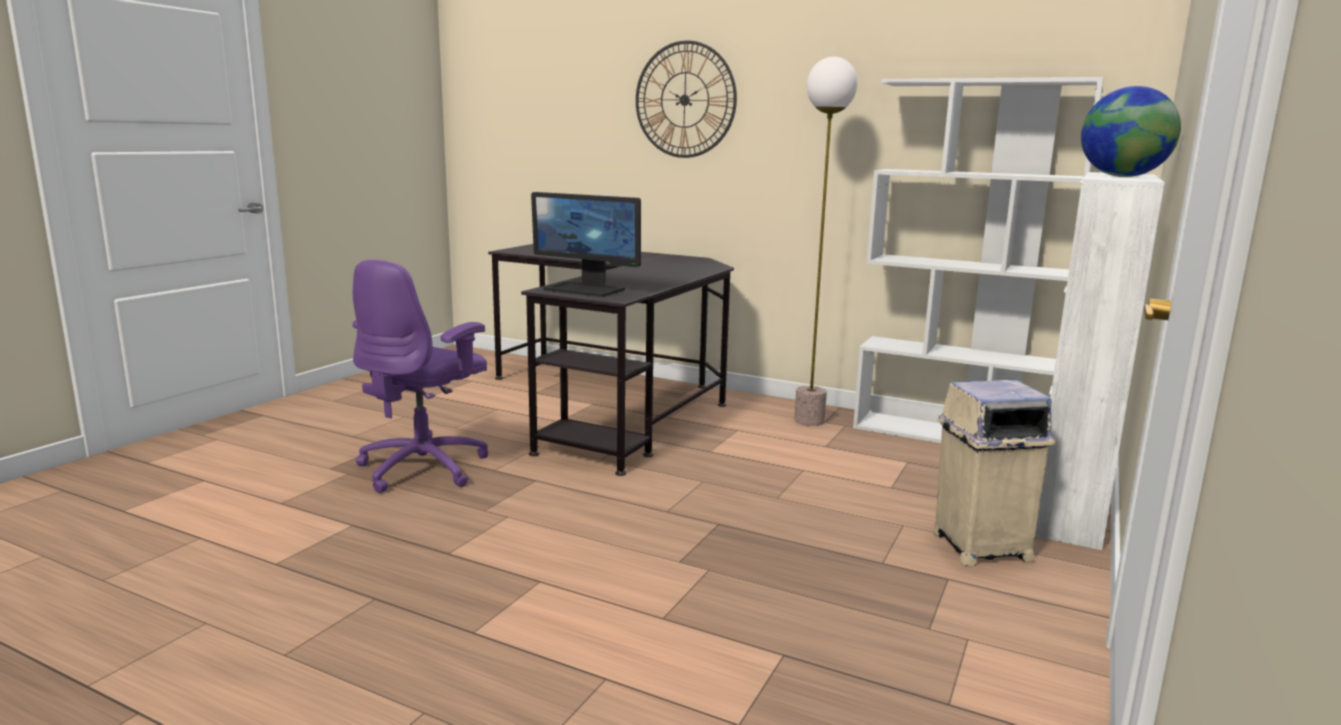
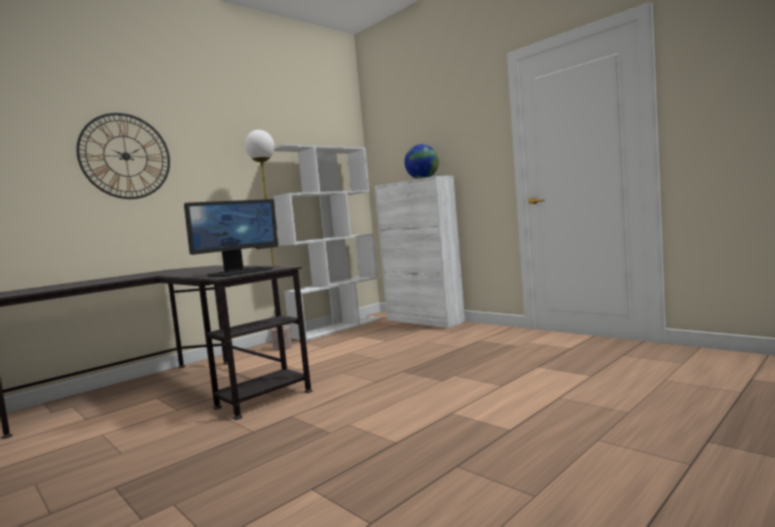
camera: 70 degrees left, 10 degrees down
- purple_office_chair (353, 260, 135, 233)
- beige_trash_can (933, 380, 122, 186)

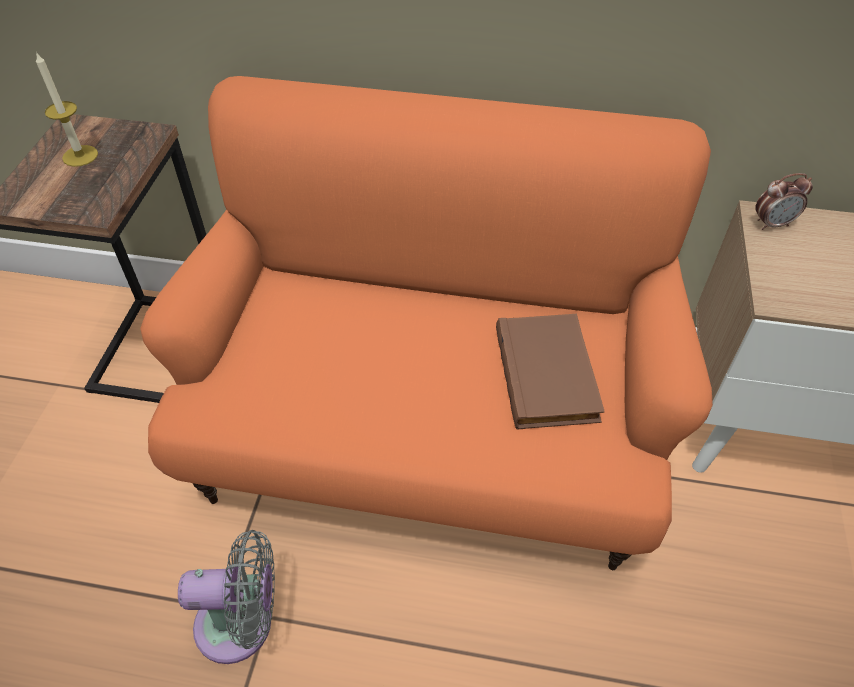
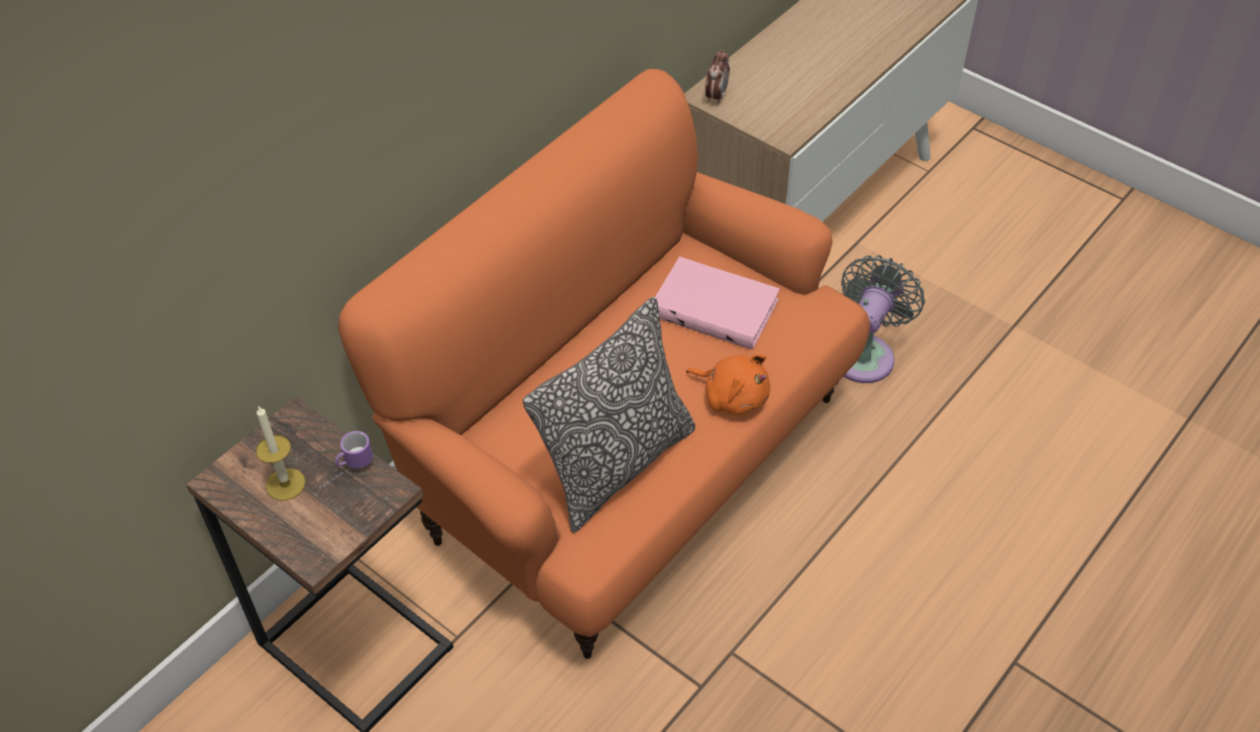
camera: 60 degrees left, 0 degrees up
~ grey_fan (178, 530, 97, 134) to (841, 255, 84, 128)
~ brown_book (496, 314, 109, 116) to pink_book (655, 256, 125, 94)
+ mug (319, 431, 54, 59)
+ pillow (523, 297, 172, 236)
+ orange_plush_toy (686, 354, 84, 60)

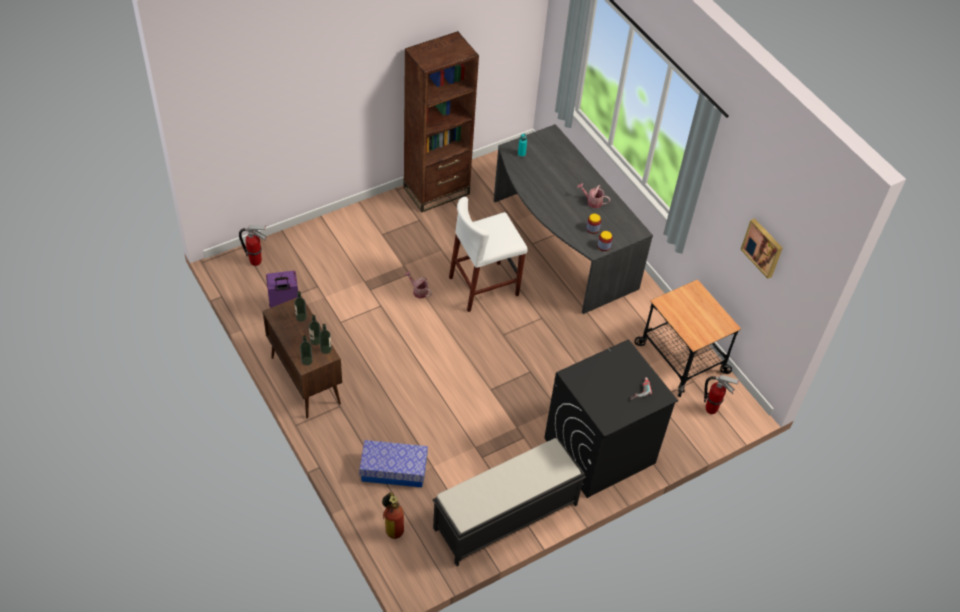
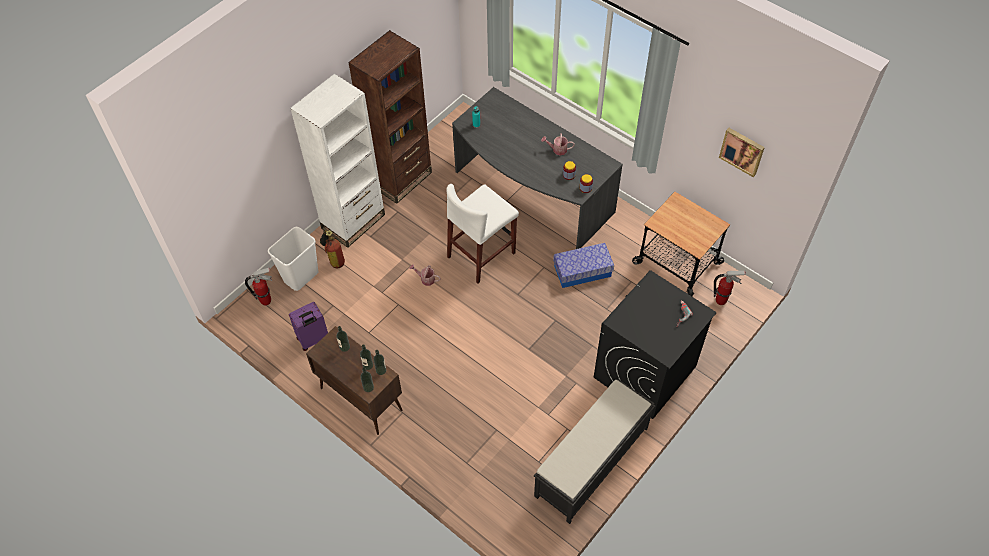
camera: 15 degrees left, 5 degrees up
~ storage_box (359, 440, 69, 47) to (553, 243, 61, 45)
~ fire_extinguisher (382, 492, 22, 47) to (320, 230, 25, 38)
+ white_trash_can (268, 227, 50, 64)
+ white_bookcase (290, 74, 95, 174)

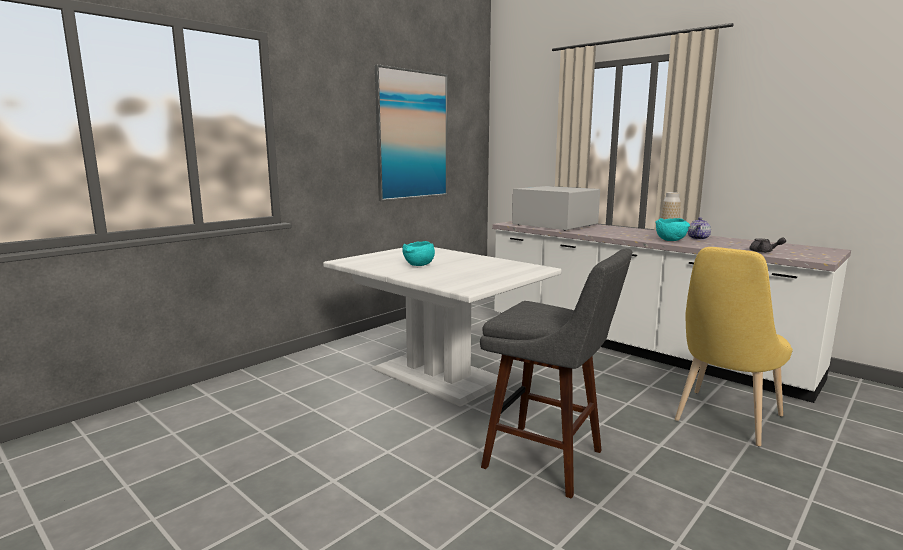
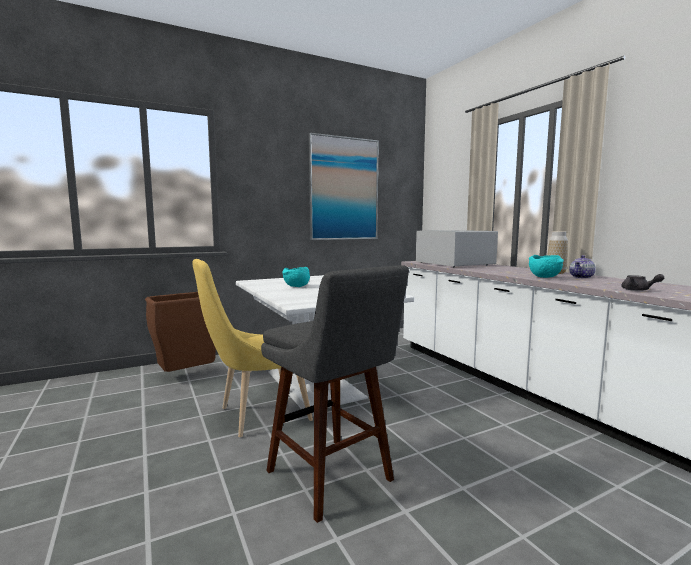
camera: 20 degrees right, 5 degrees down
~ yellow_chair (675, 247, 118, 199) to (192, 259, 121, 178)
+ brown_trash_can (145, 292, 75, 80)

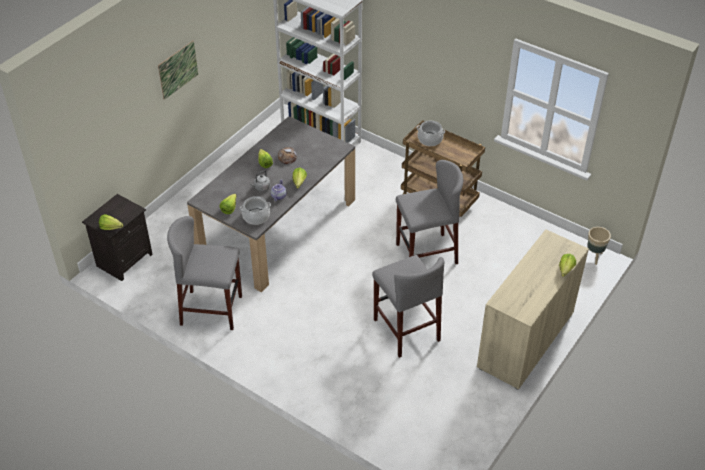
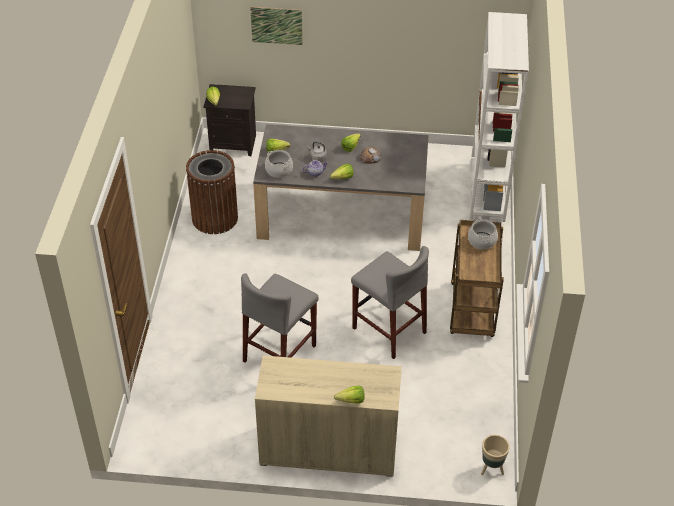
camera: 60 degrees right, 0 degrees up
~ picture (158, 41, 40, 59) to (250, 7, 52, 38)
~ grey_stool (167, 216, 75, 114) to brown_trash_can (186, 150, 52, 84)

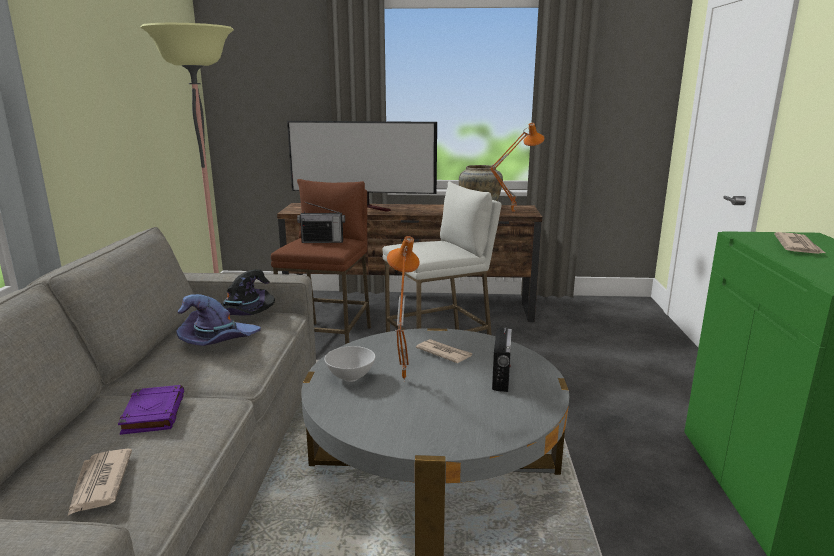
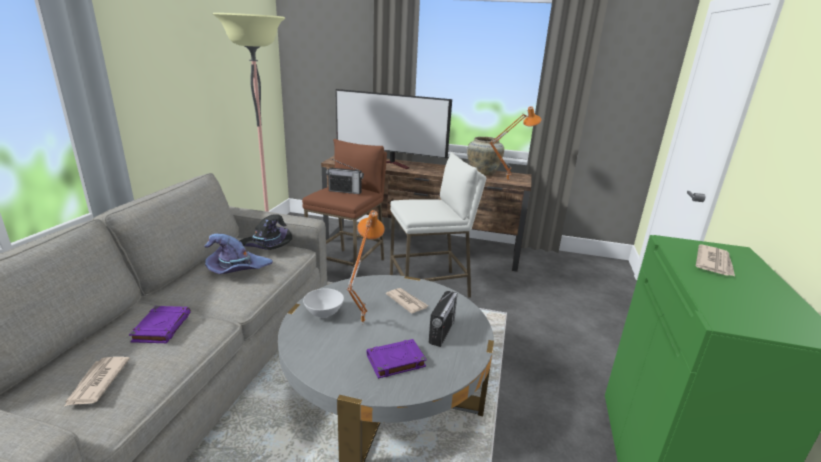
camera: 10 degrees right, 5 degrees up
+ purple_book (367, 339, 60, 40)

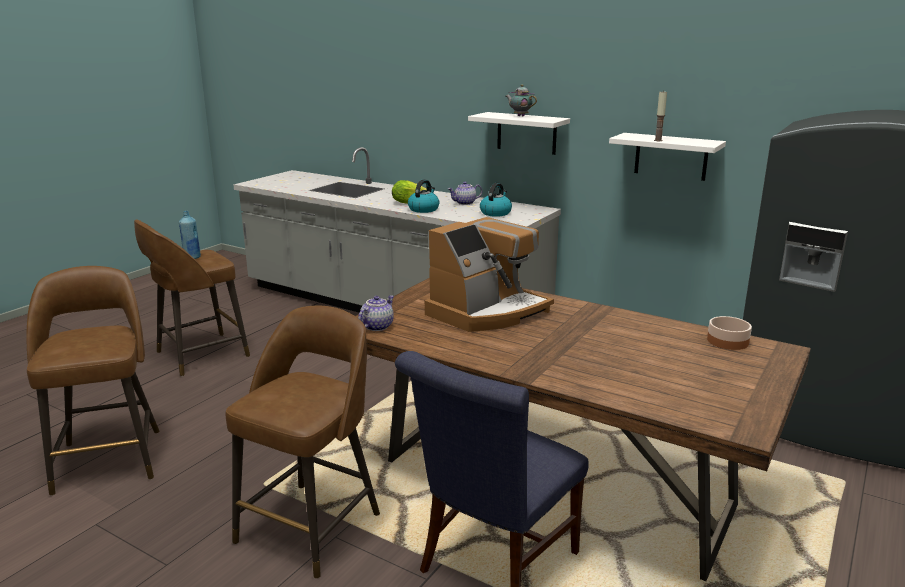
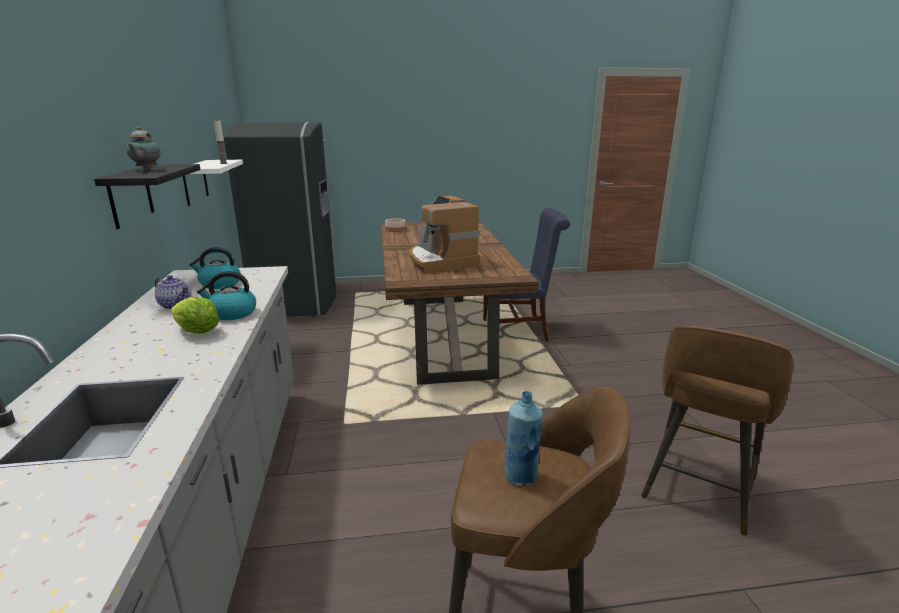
camera: 130 degrees left, 0 degrees up
- brown_stool (226, 306, 154, 272)
- teapot (358, 296, 36, 35)
~ coffee_machine (425, 217, 129, 115) = (409, 195, 71, 79) 120 degrees counterclockwise
~ white_shelf (468, 112, 102, 43) to black_shelf (94, 164, 106, 65)

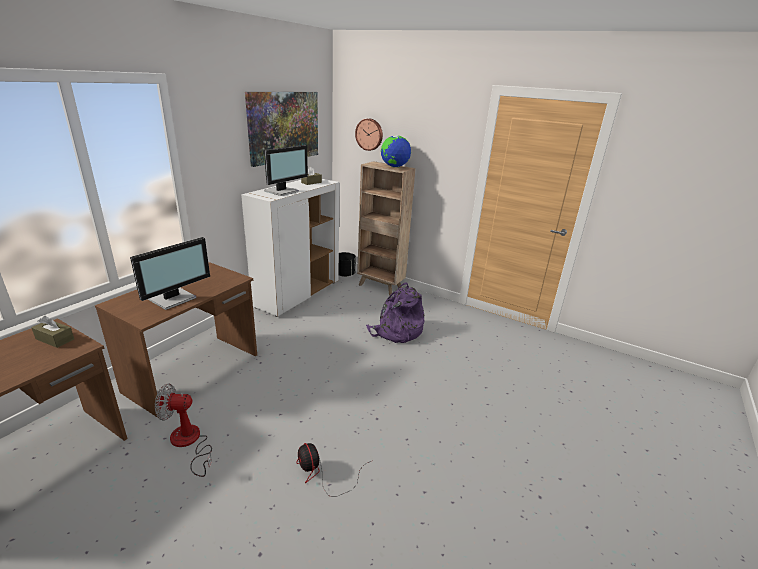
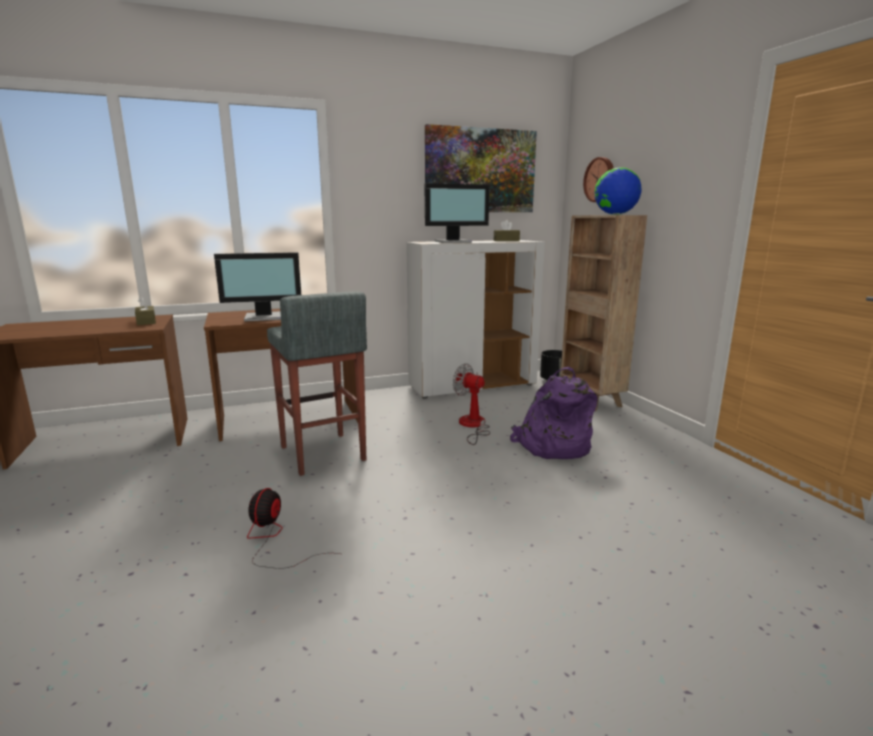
camera: 40 degrees right, 10 degrees down
~ fan (155, 383, 57, 94) to (453, 363, 37, 82)
+ grey_stool (267, 291, 100, 185)

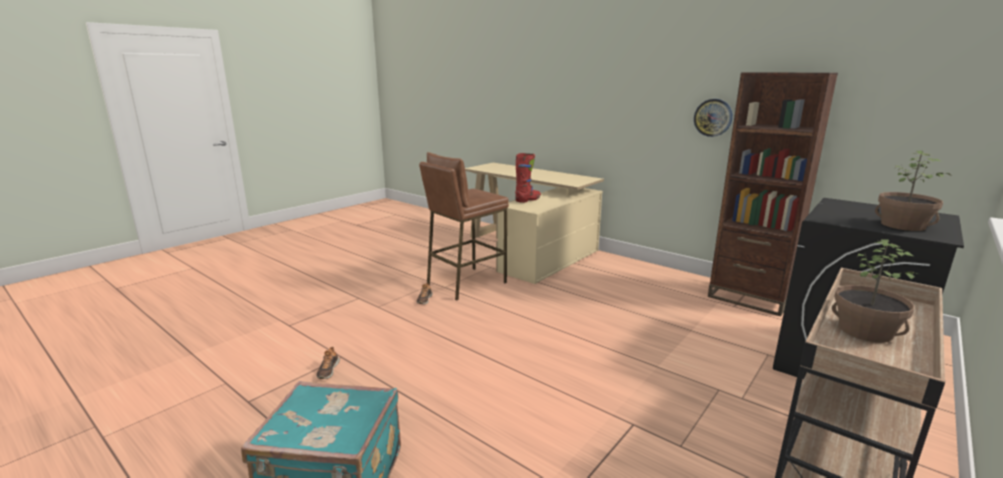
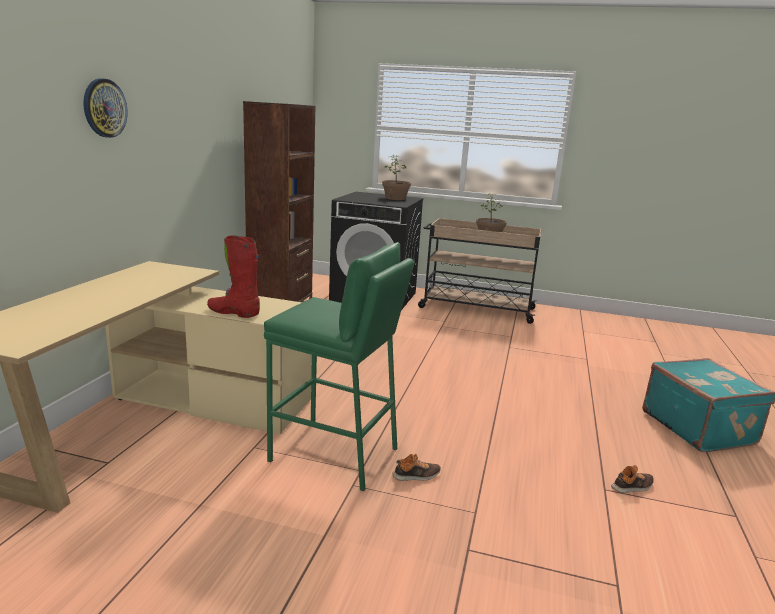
camera: 115 degrees left, 0 degrees up
~ brown_stool (419, 152, 90, 149) to green_stool (264, 242, 150, 249)
~ wall_clock (694, 99, 39, 38) to (83, 78, 45, 60)

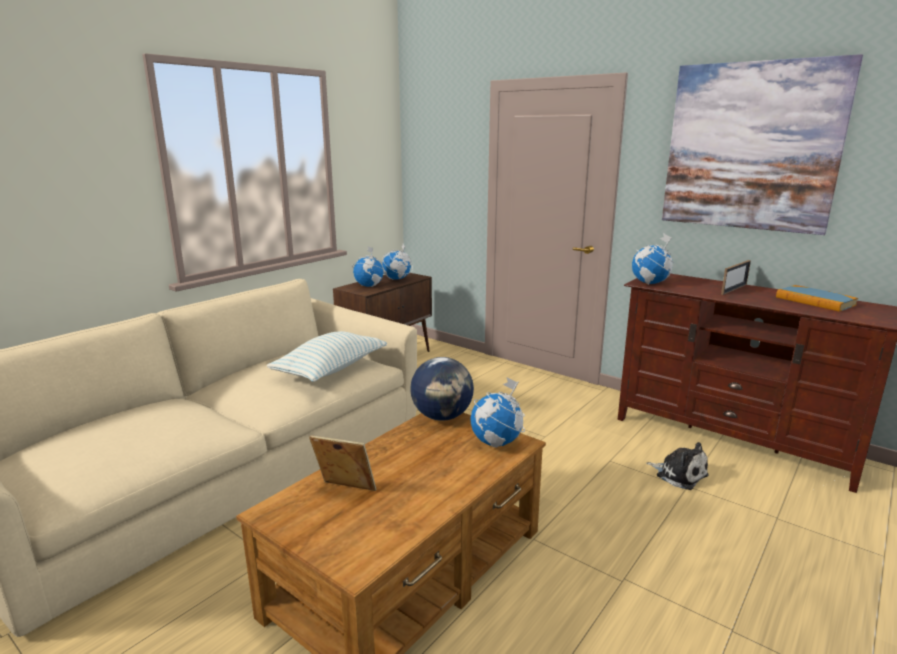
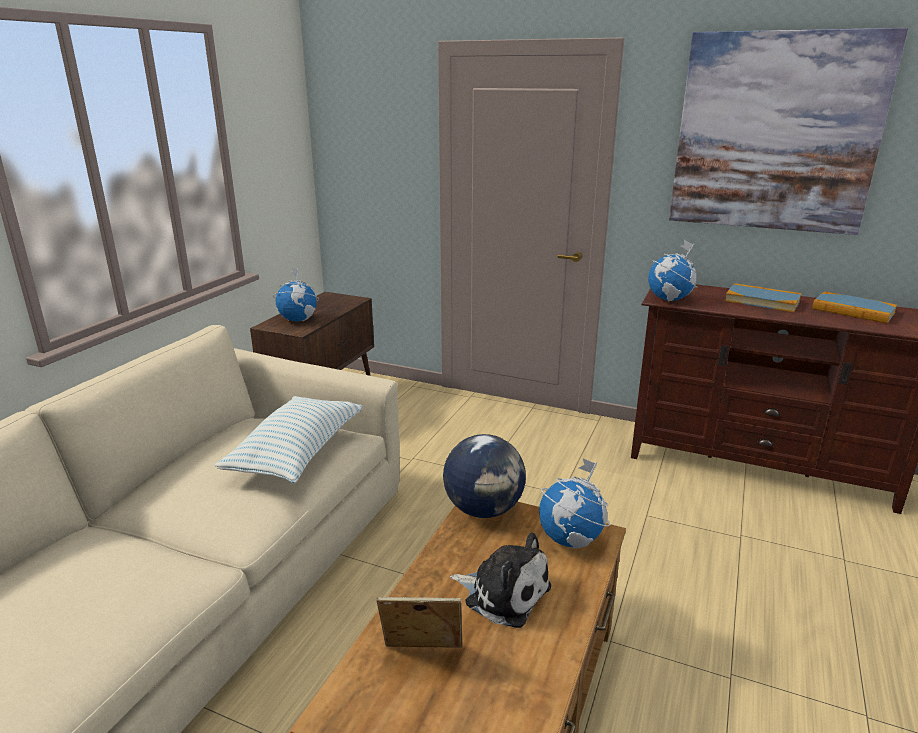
camera: 15 degrees left, 5 degrees up
- globe (382, 244, 31, 36)
~ plush_toy (646, 442, 62, 48) to (450, 532, 101, 96)
~ picture_frame (721, 260, 30, 35) to book (725, 283, 77, 29)

